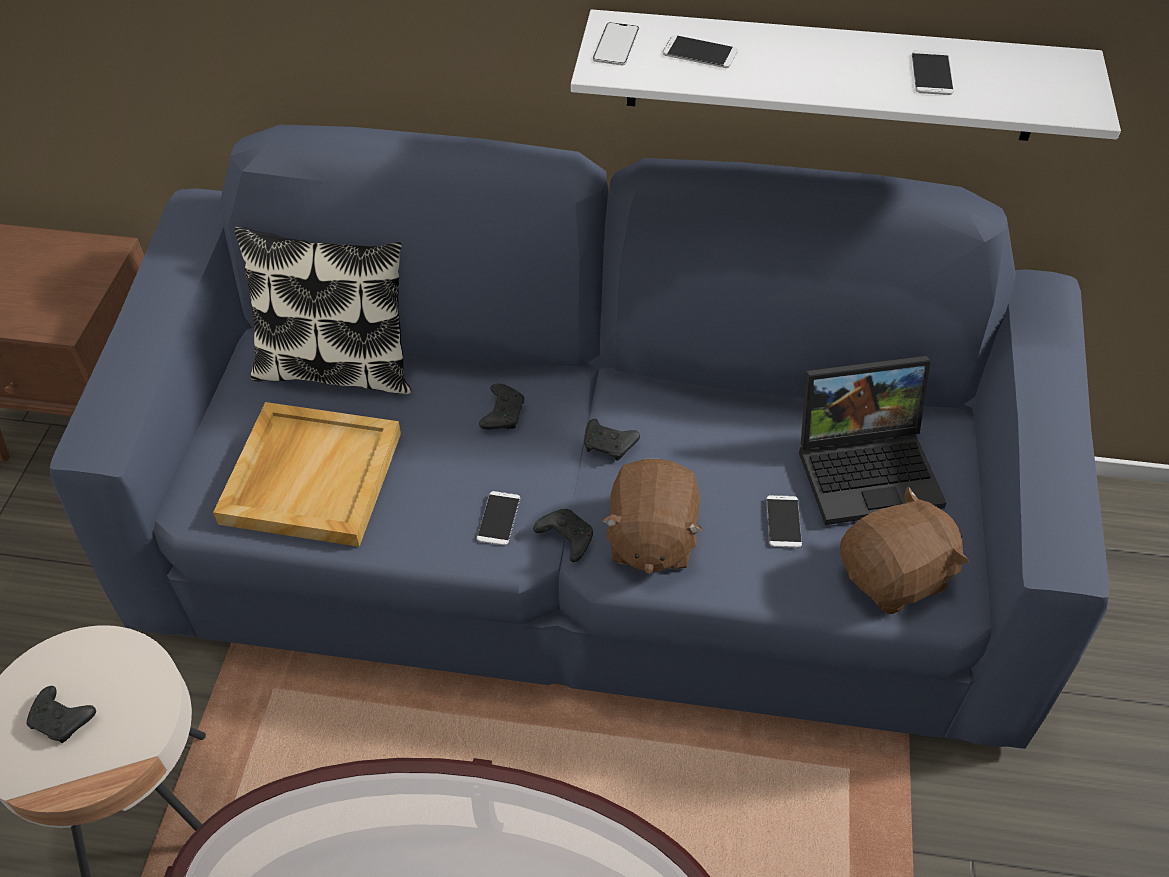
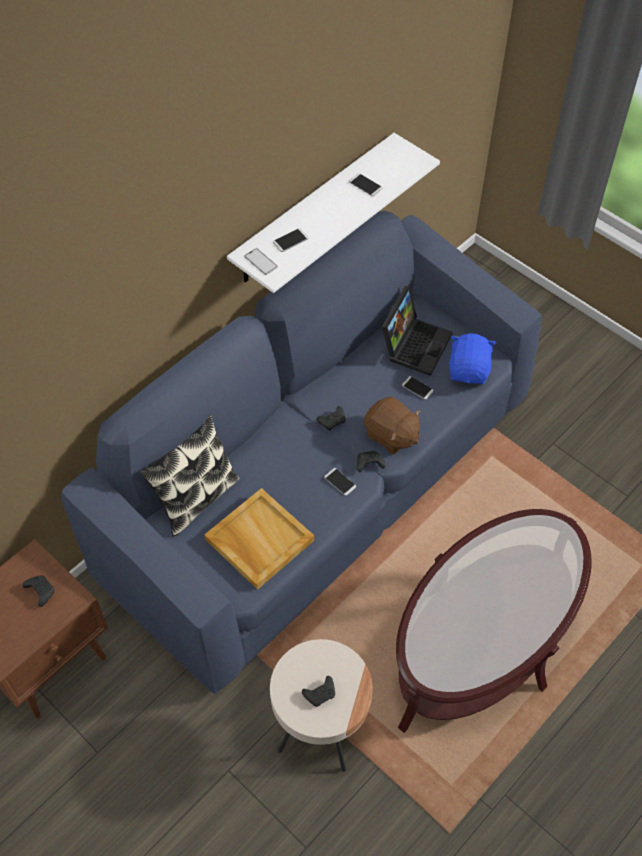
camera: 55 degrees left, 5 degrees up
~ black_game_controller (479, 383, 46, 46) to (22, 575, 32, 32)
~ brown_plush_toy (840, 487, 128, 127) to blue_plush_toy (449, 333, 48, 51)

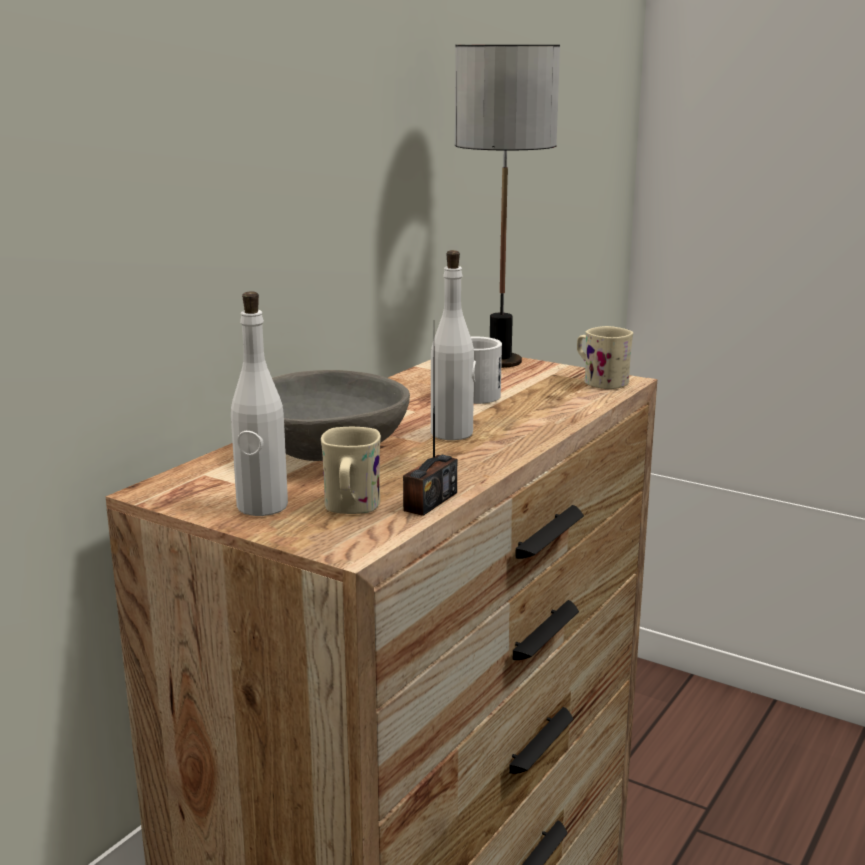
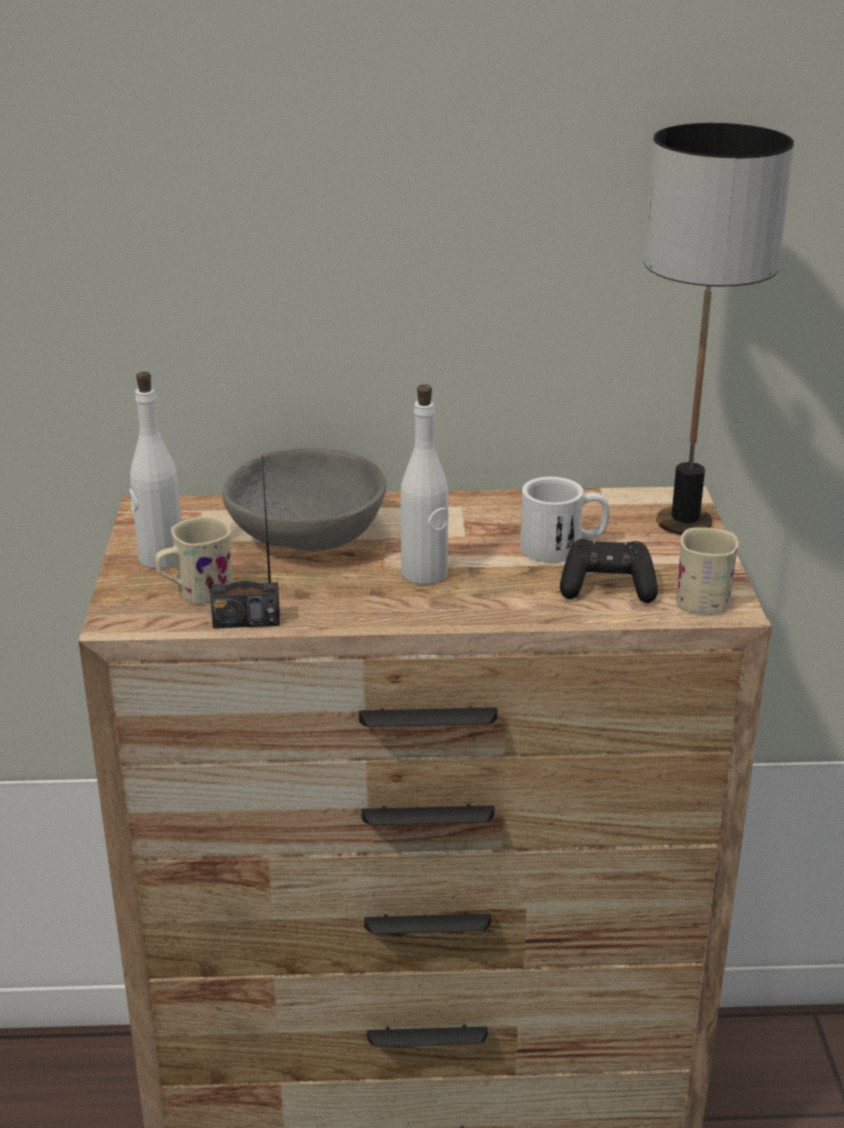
camera: 55 degrees right, 10 degrees up
+ black_game_controller (560, 539, 98, 64)

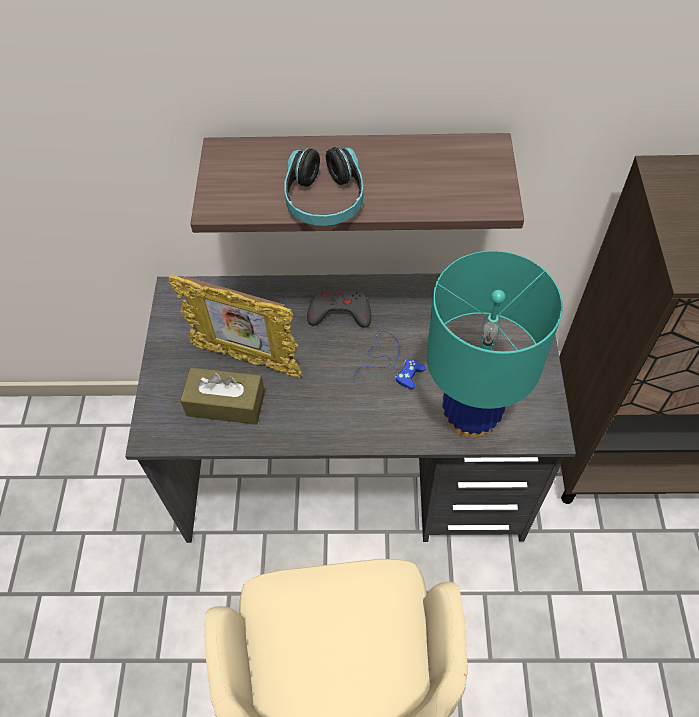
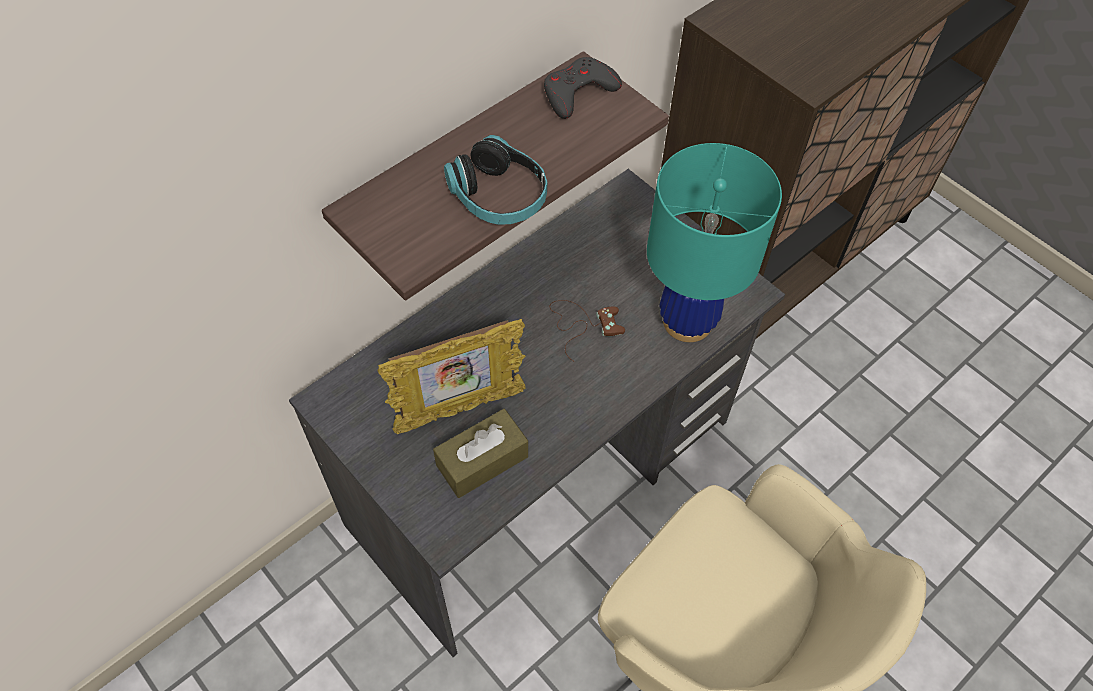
camera: 45 degrees left, 0 degrees up
~ grey_game_controller (307, 288, 65, 40) to (544, 57, 78, 62)
~ blue_game_controller (353, 331, 73, 59) to brown_game_controller (550, 300, 75, 62)

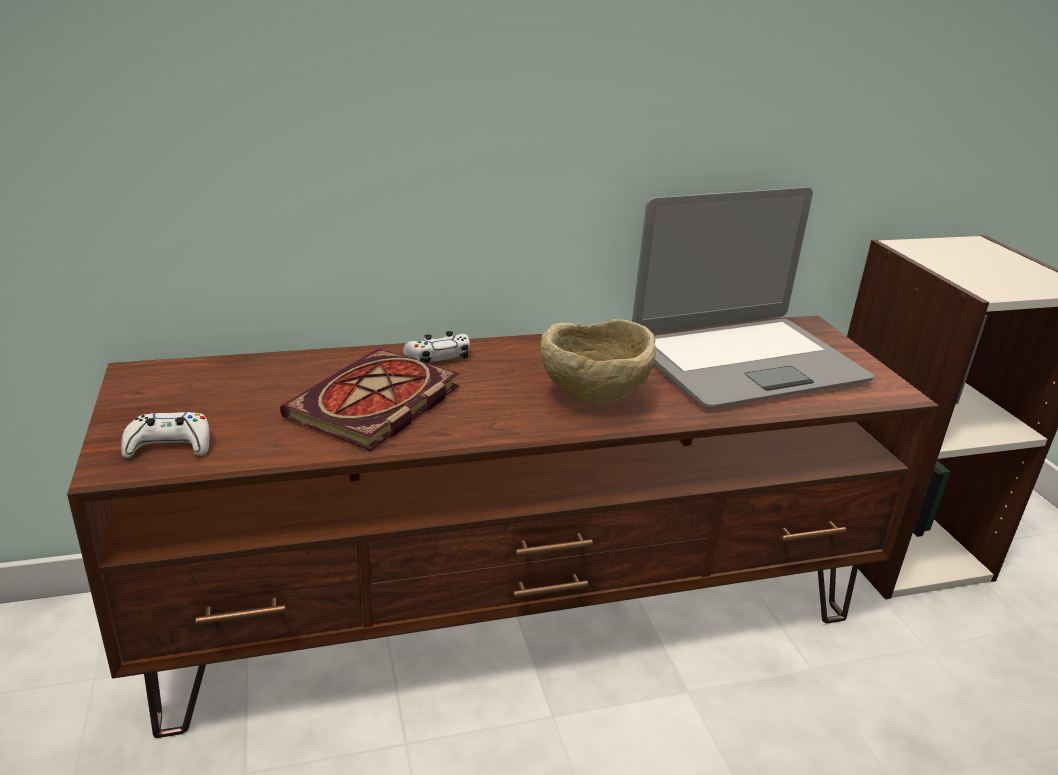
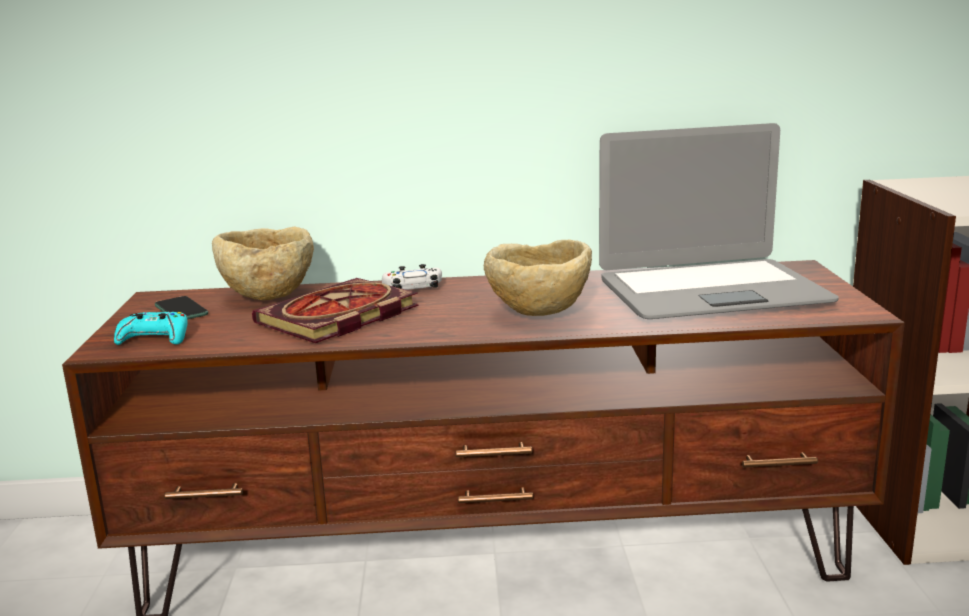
camera: 15 degrees right, 10 degrees down
~ white_game_controller (121, 412, 89, 46) to turquoise_game_controller (114, 312, 74, 33)
+ phone (155, 296, 53, 23)
+ beige_bowl (212, 226, 102, 74)

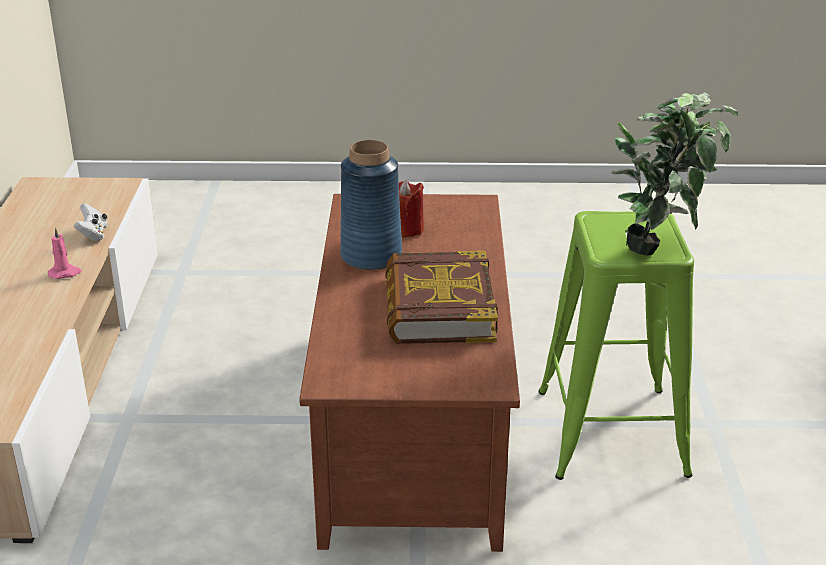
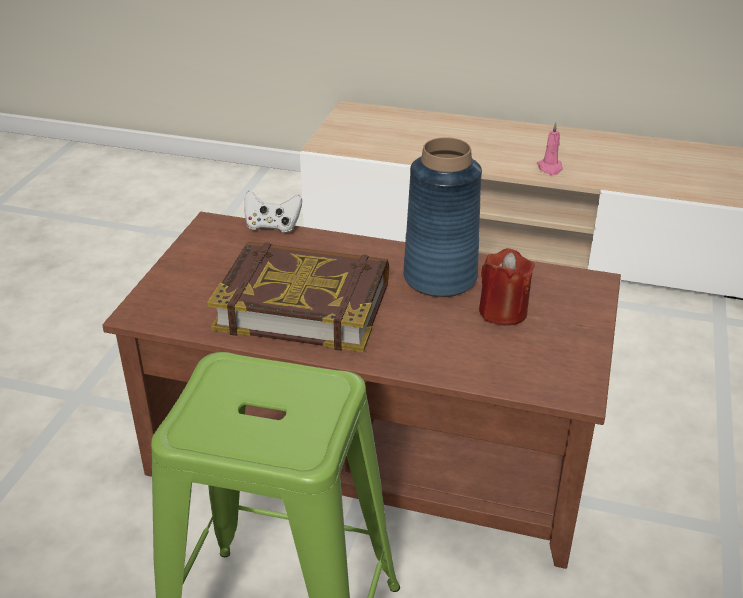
camera: 105 degrees right, 5 degrees up
~ white_game_controller (74, 203, 33, 38) to (244, 191, 58, 42)
- potted_plant (611, 92, 128, 164)

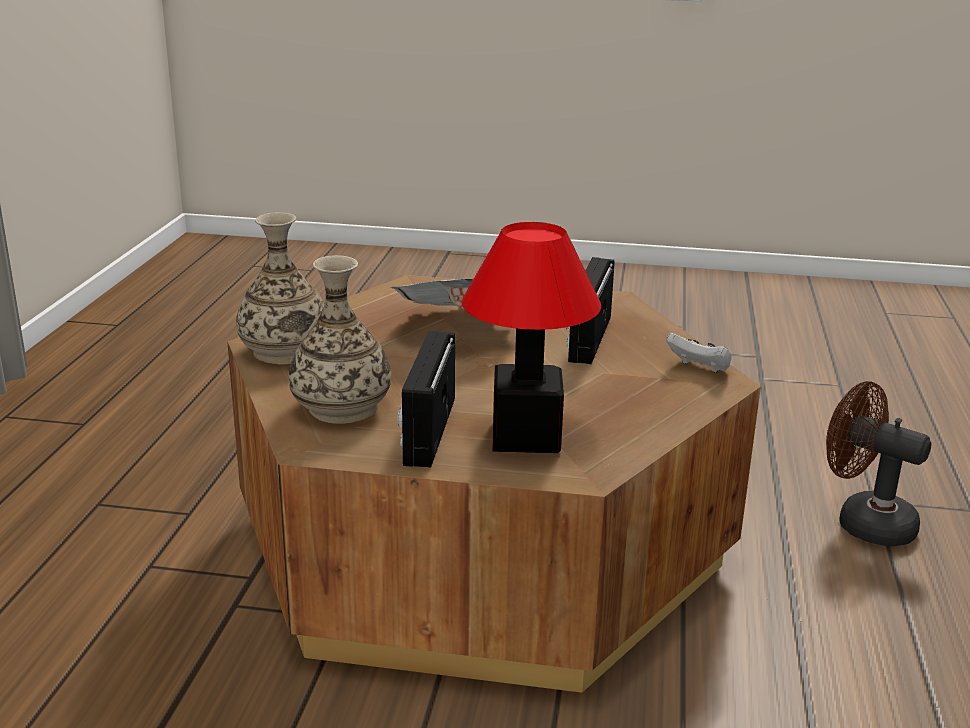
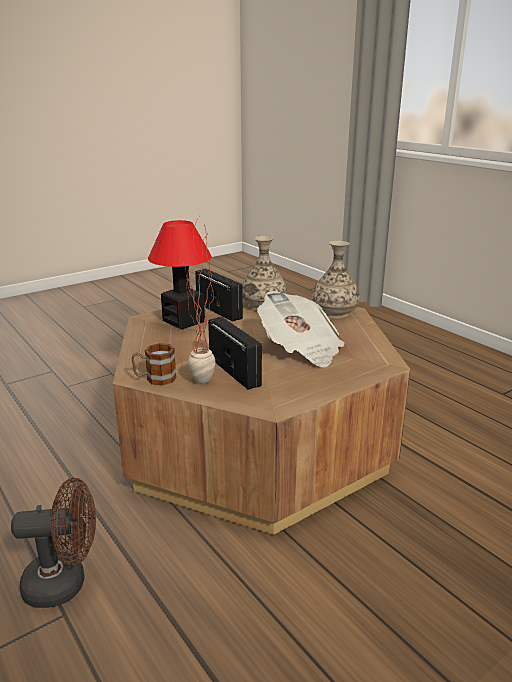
camera: 135 degrees right, 0 degrees up
~ white_game_controller (666, 332, 66, 41) to mug (132, 343, 45, 43)
+ potted_plant (180, 217, 36, 167)

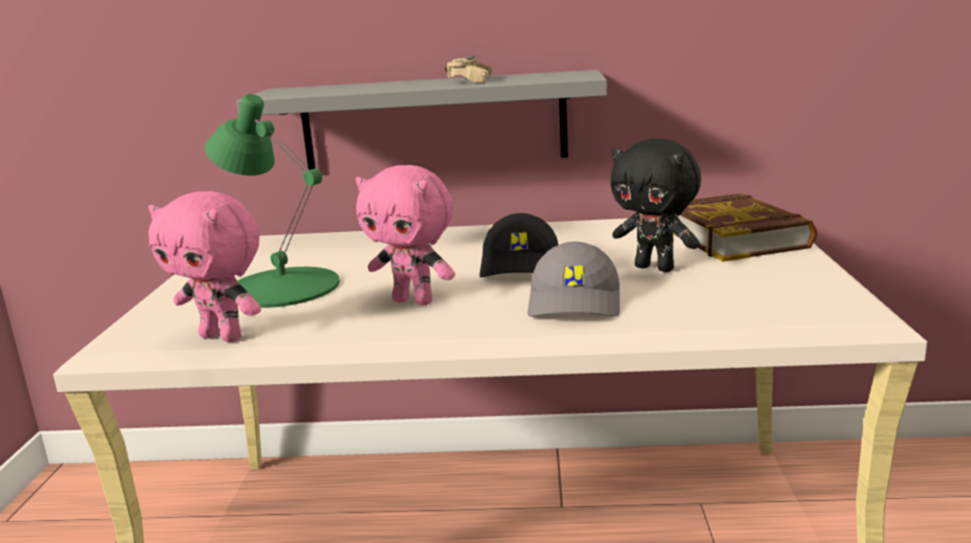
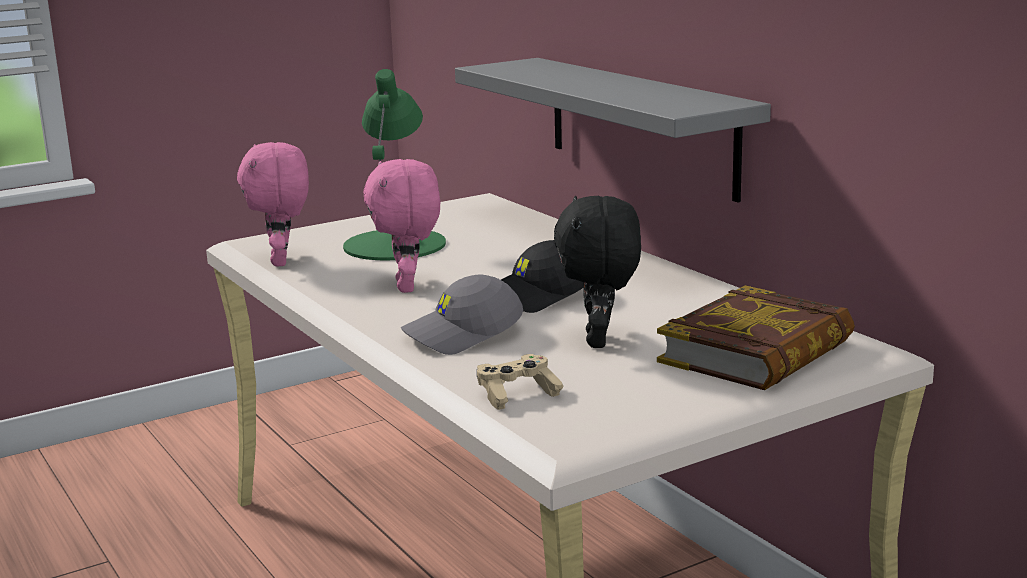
camera: 55 degrees right, 0 degrees up
~ beige_game_controller (445, 56, 48, 27) to (477, 354, 87, 56)

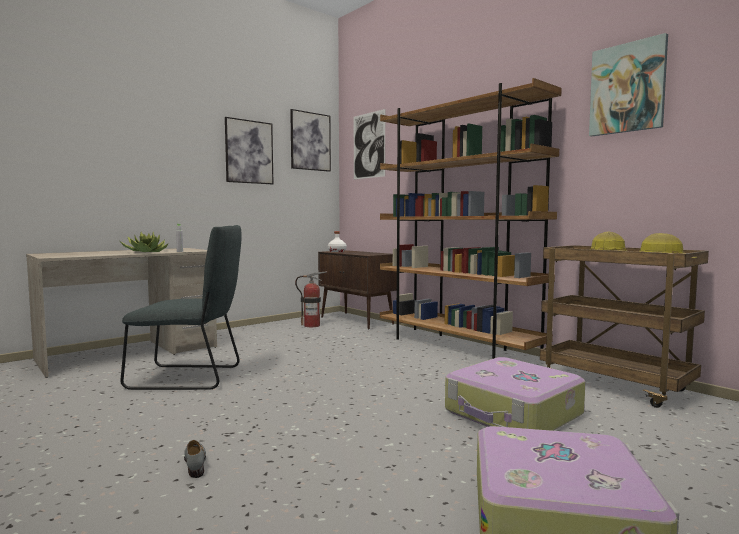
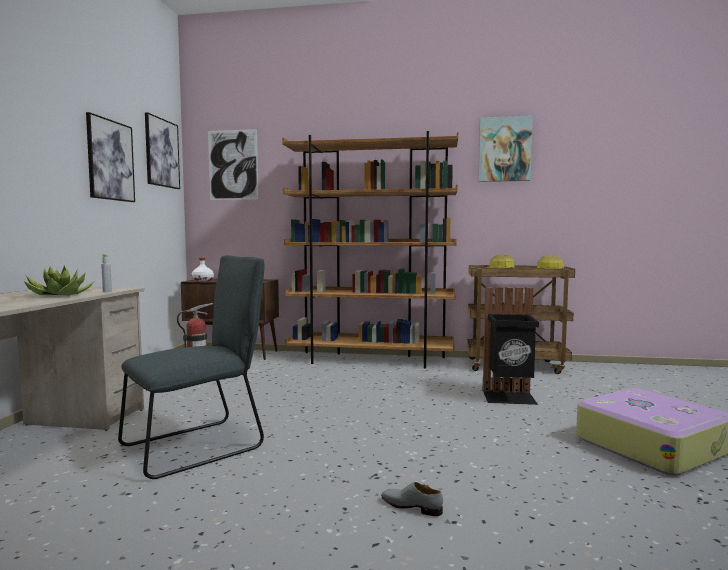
camera: 40 degrees left, 0 degrees up
~ suitcase (445, 357, 140, 74) to black_trash_can (483, 287, 56, 118)

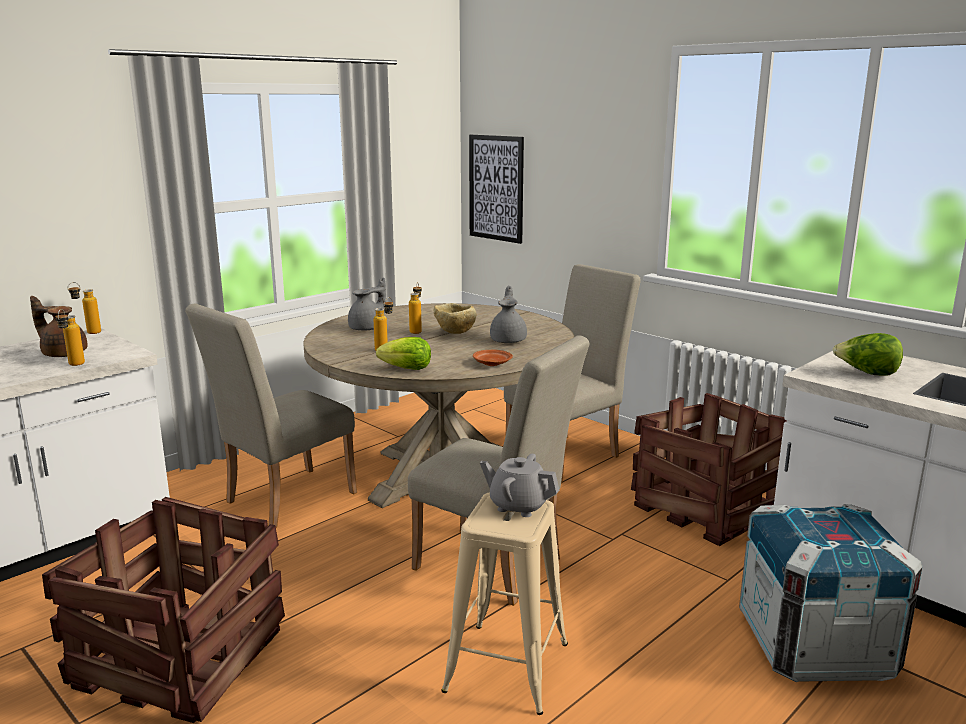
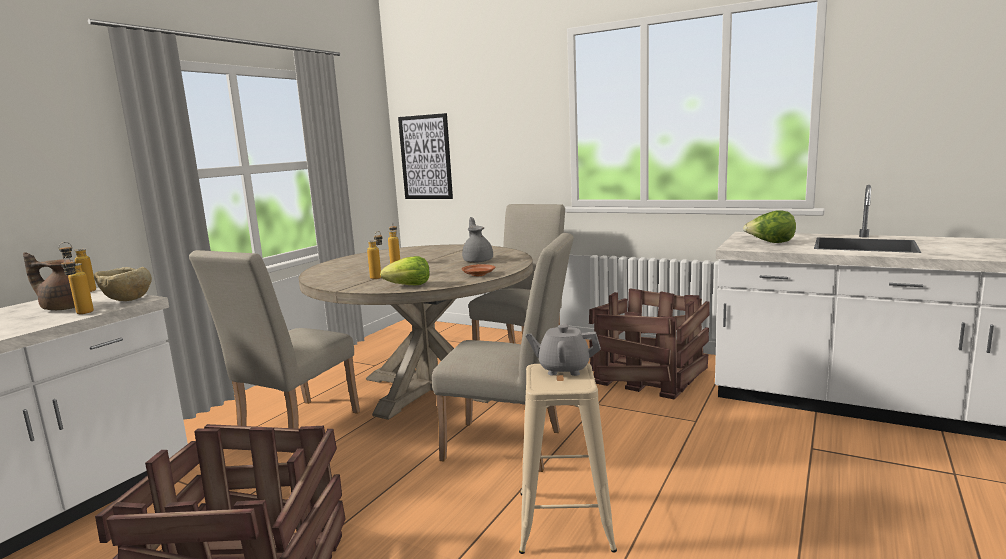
camera: 15 degrees left, 5 degrees down
- grey_teapot (348, 277, 39, 54)
~ beige_bowl (433, 303, 43, 31) to (94, 267, 58, 34)
- crate (739, 504, 183, 178)

